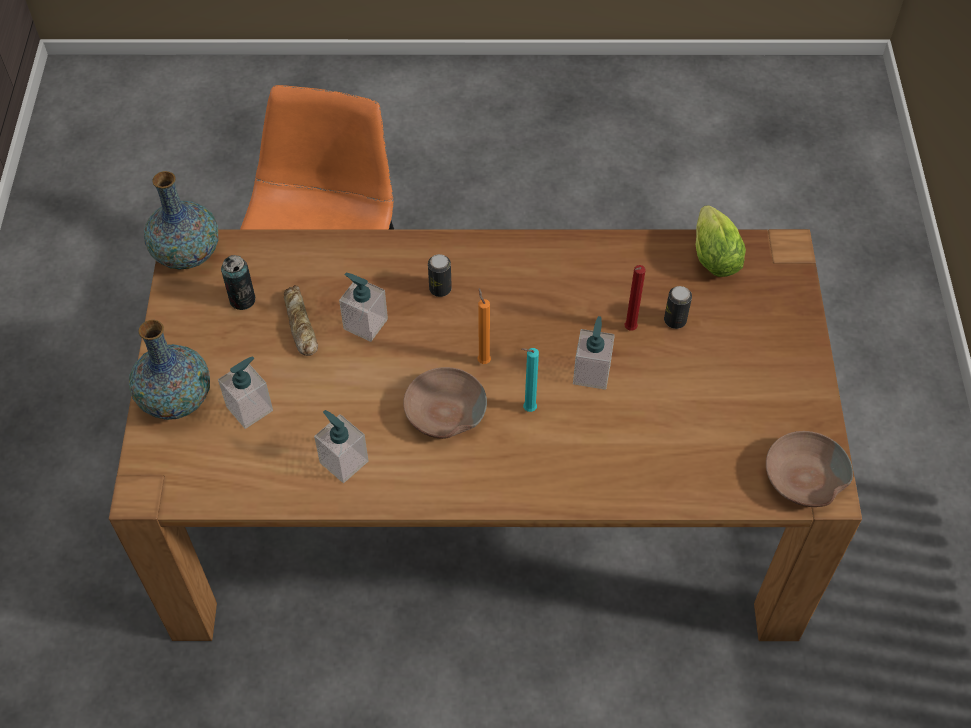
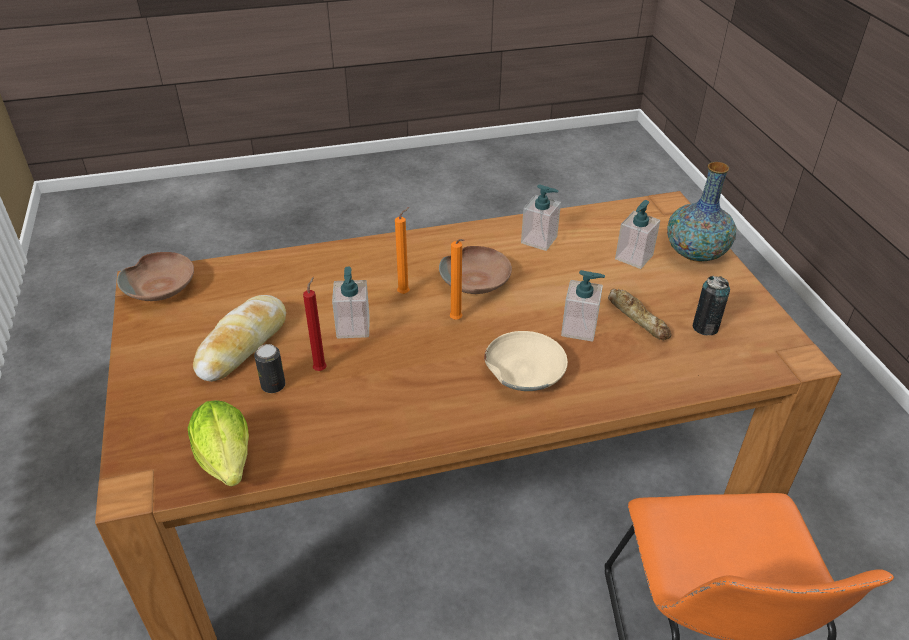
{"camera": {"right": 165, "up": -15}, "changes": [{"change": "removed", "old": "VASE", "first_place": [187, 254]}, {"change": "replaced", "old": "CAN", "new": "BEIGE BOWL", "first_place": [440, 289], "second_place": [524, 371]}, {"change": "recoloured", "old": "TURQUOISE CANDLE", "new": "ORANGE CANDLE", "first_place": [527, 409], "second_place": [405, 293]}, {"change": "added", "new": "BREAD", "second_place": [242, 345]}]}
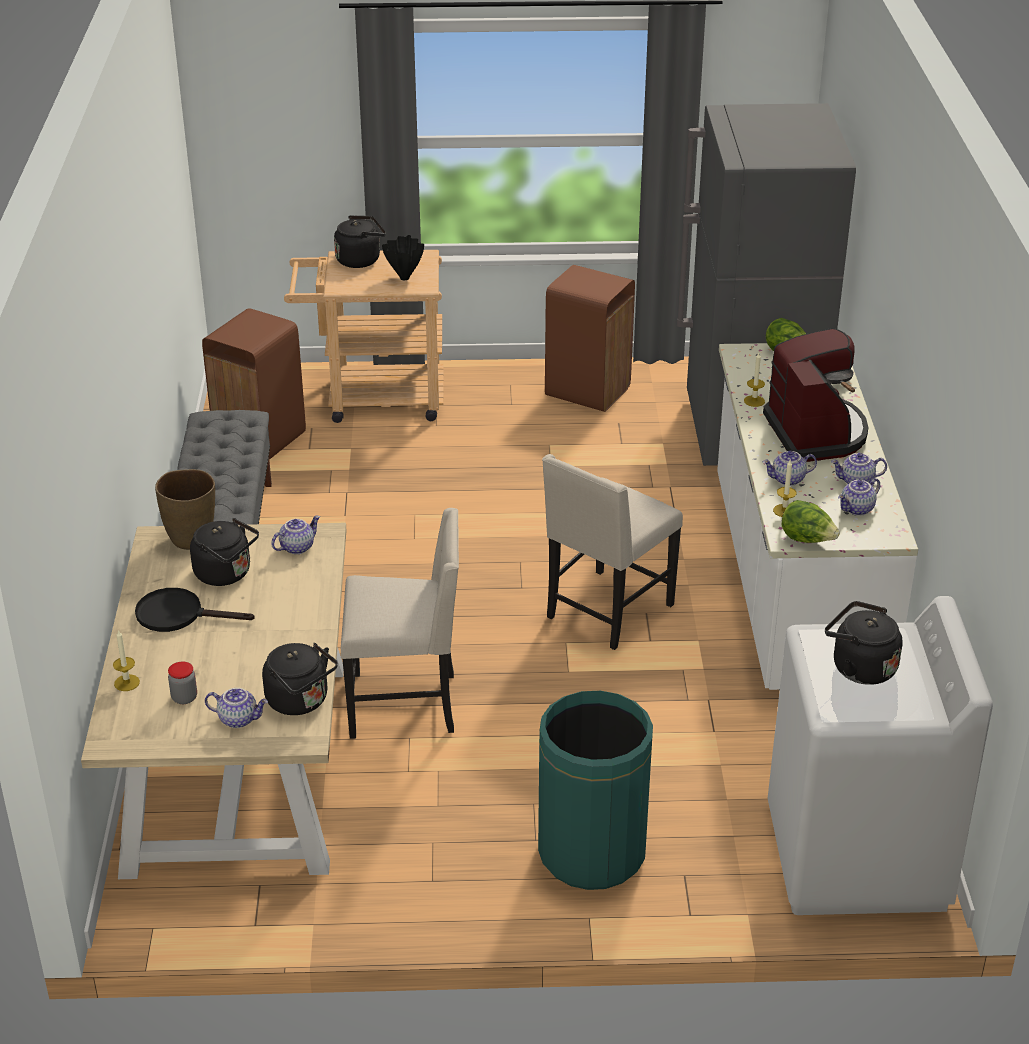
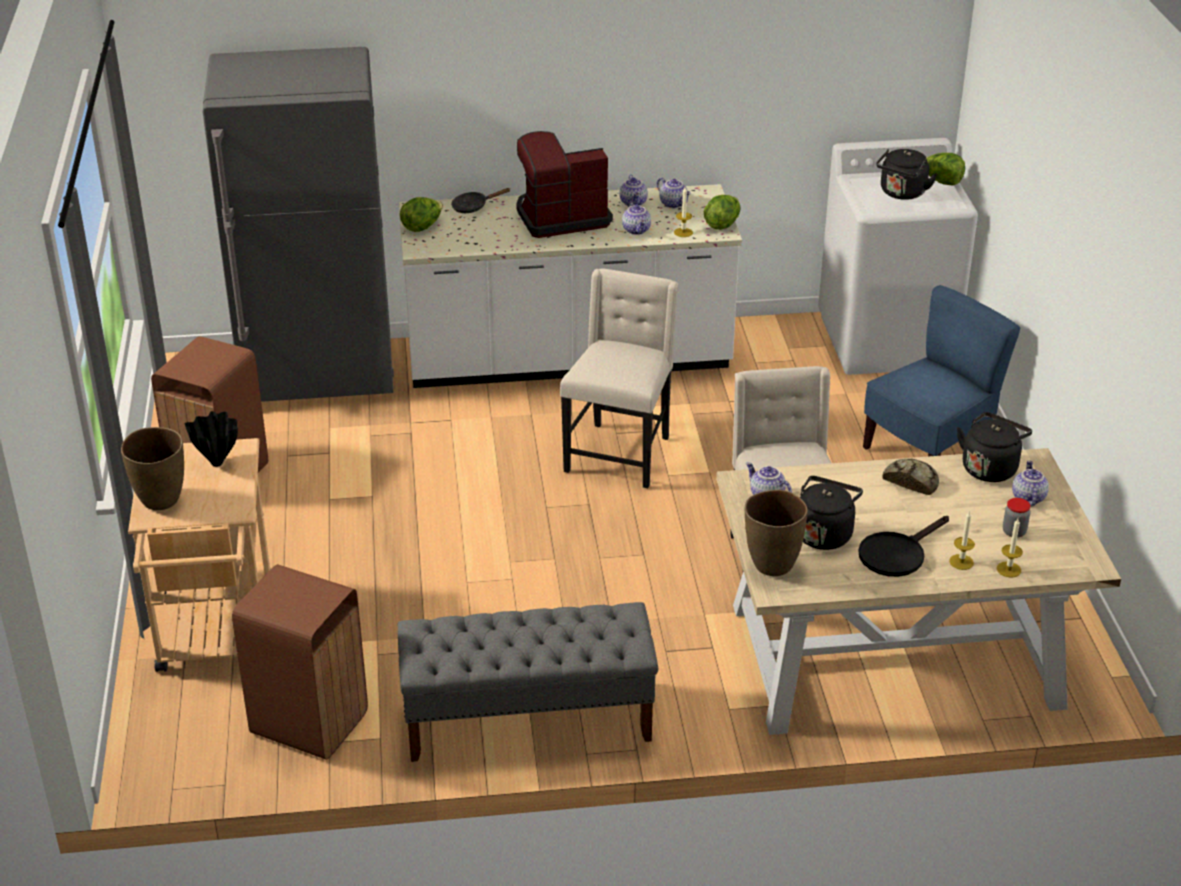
{"camera": {"right": -95, "up": 0}, "changes": [{"change": "turned", "old": "BLACK FRYING PAN", "first_place": [179, 614], "second_place": [897, 554], "degrees": 45}, {"change": "replaced", "old": "BLACK KETTLE", "new": "BROWN VASE", "first_place": [360, 260], "second_place": [161, 500]}, {"change": "replaced", "old": "GREEN TRASH CAN", "new": "BLUE CHAIR", "first_place": [591, 853], "second_place": [928, 453]}, {"change": "turned", "old": "BEIGE CHAIR", "first_place": [607, 612], "second_place": [619, 454], "degrees": -105}, {"change": "moved", "old": "CANDLE", "first_place": [754, 401], "second_place": [961, 562]}, {"change": "added", "new": "BREAD", "second_place": [911, 481]}, {"change": "added", "new": "LETTUCE", "second_place": [941, 182]}]}
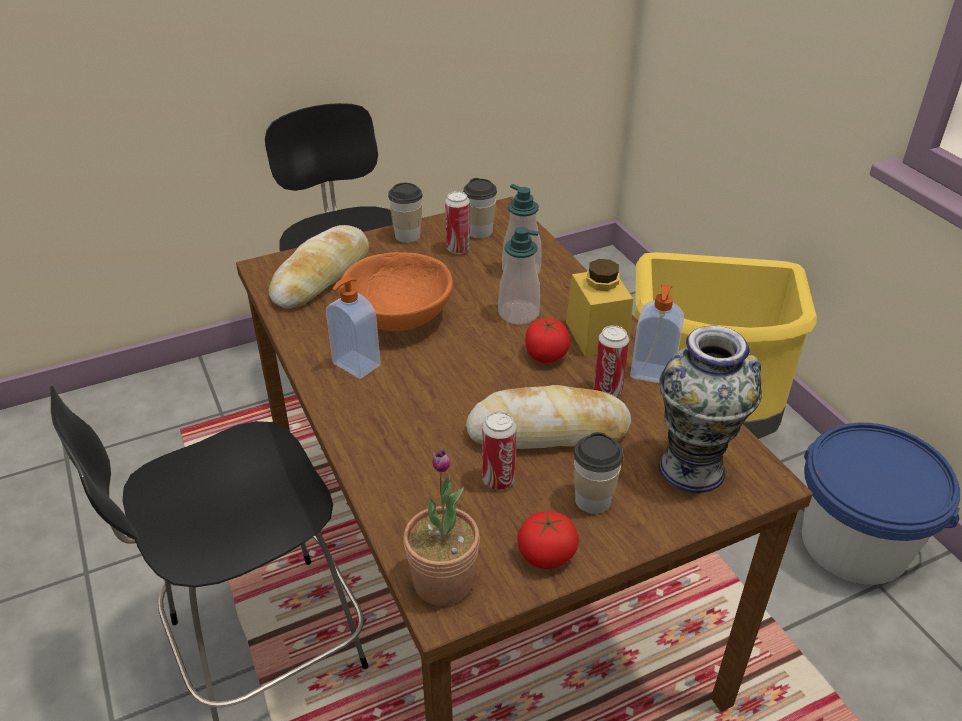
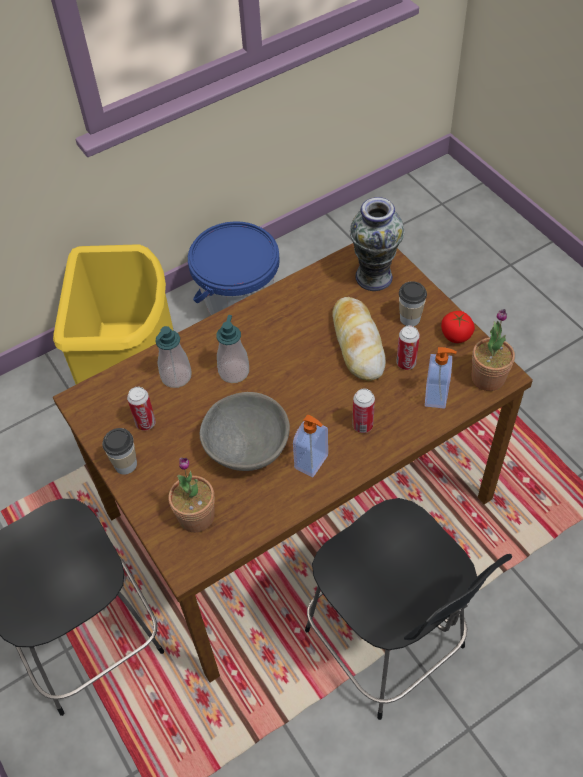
{"camera": {"right": -95, "up": 15}, "changes": [{"change": "replaced", "old": "BREAD", "new": "POTTED PLANT", "first_place": [321, 276], "second_place": [196, 516]}, {"change": "recoloured", "old": "ORANGE BOWL", "new": "GREY BOWL", "first_place": [399, 315], "second_place": [246, 447]}, {"change": "removed", "old": "CUP", "first_place": [480, 232]}, {"change": "removed", "old": "TOMATO", "first_place": [546, 355]}, {"change": "removed", "old": "YELLOW JAR", "first_place": [597, 335]}, {"change": "moved", "old": "CAN", "first_place": [607, 390], "second_place": [362, 425]}, {"change": "moved", "old": "SOAP DISPENSER", "first_place": [652, 374], "second_place": [436, 396]}]}
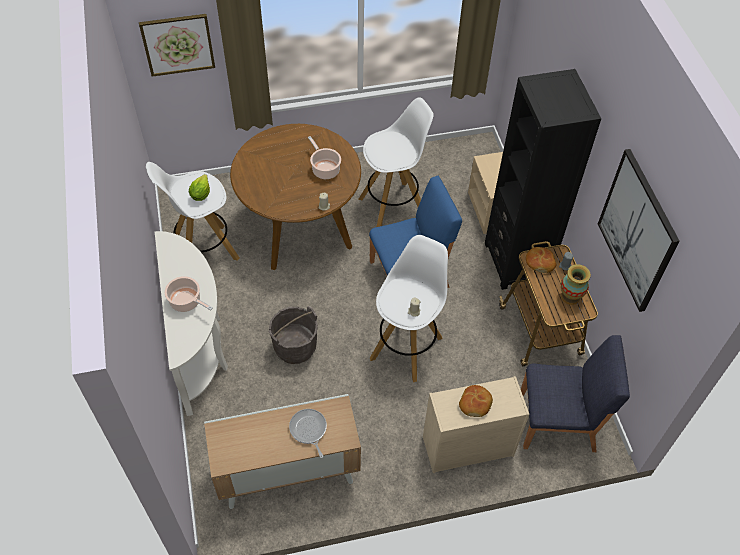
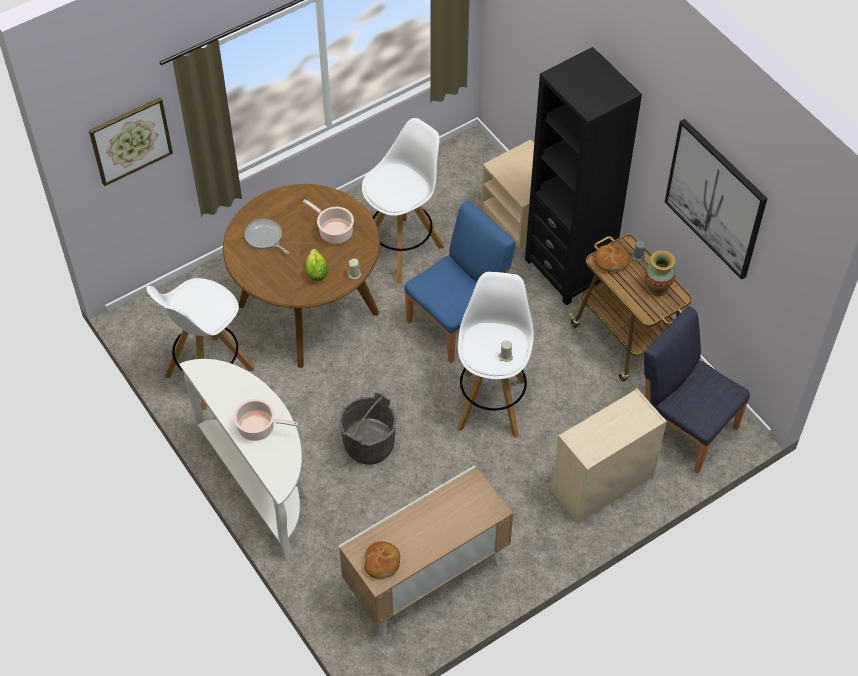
{"camera": {"right": -20, "up": 0}, "changes": [{"change": "moved", "old": "LETTUCE", "first_place": [200, 194], "second_place": [316, 273]}, {"change": "moved", "old": "FRYING PAN", "first_place": [308, 430], "second_place": [265, 238]}, {"change": "moved", "old": "BREAD", "first_place": [475, 404], "second_place": [382, 562]}, {"change": "turned", "old": "BLUE CHAIR", "first_place": [558, 422], "second_place": [684, 426], "degrees": -120}]}
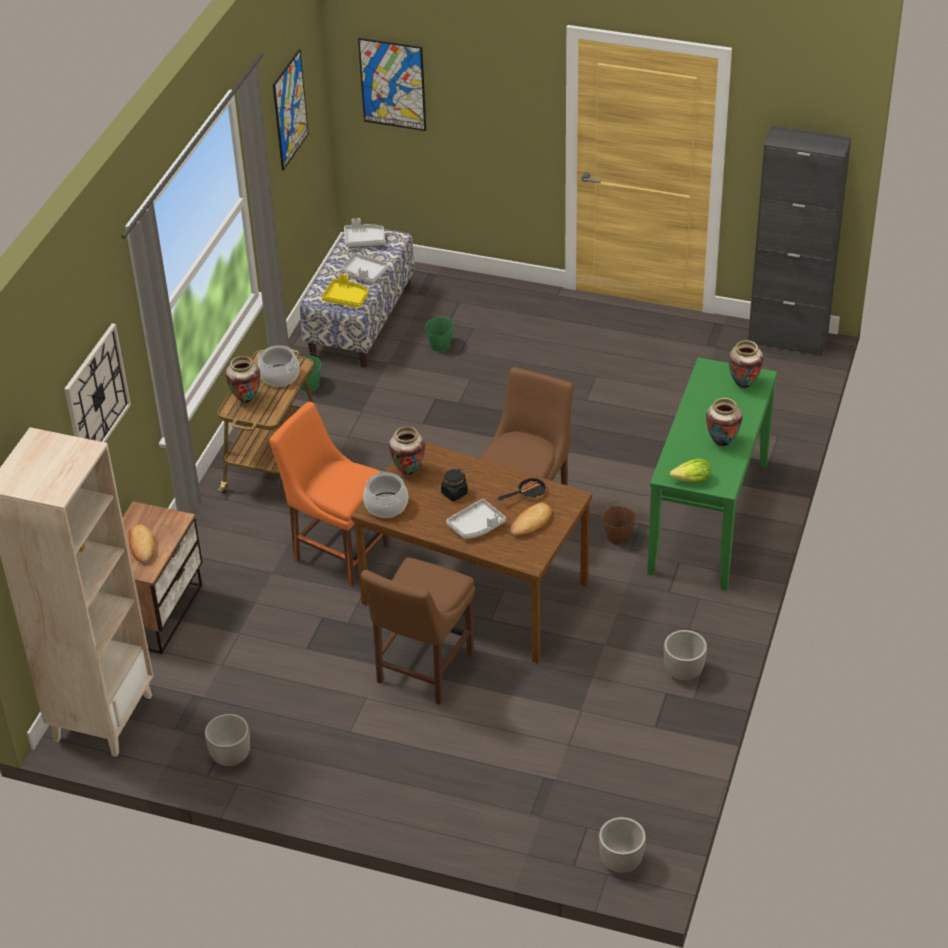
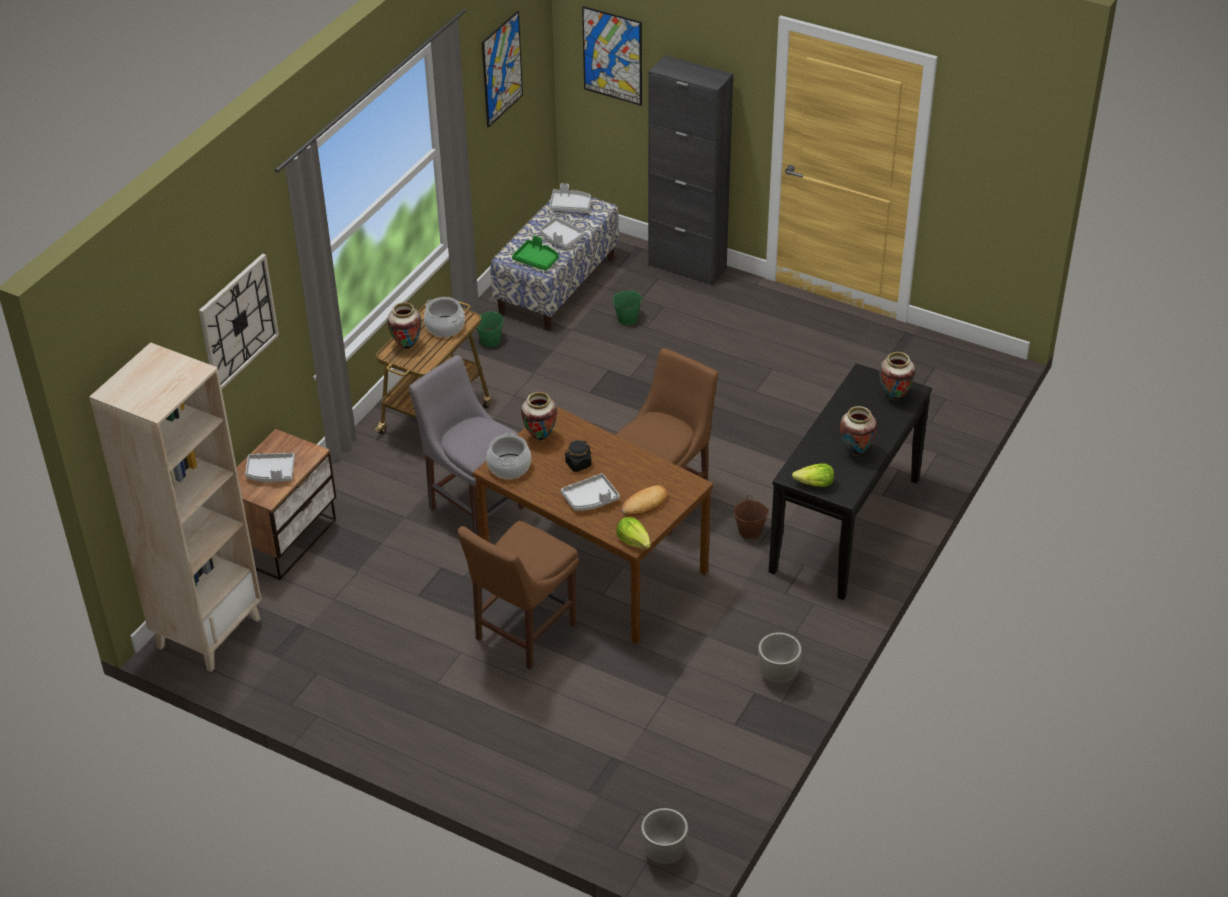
{"camera": {"right": 10, "up": 0}, "changes": [{"change": "replaced", "old": "BREAD", "new": "GREY TRAY", "first_place": [142, 546], "second_place": [271, 473]}, {"change": "removed", "old": "PLANTER", "first_place": [231, 756]}, {"change": "recoloured", "old": "ORANGE CHAIR", "new": "GREY CHAIR", "first_place": [338, 551], "second_place": [473, 505]}, {"change": "recoloured", "old": "YELLOW TRAY", "new": "GREEN TRAY", "first_place": [346, 298], "second_place": [536, 260]}, {"change": "removed", "old": "FRYING PAN", "first_place": [527, 494]}, {"change": "recoloured", "old": "GREEN CONSOLE TABLE", "new": "BLACK CONSOLE TABLE", "first_place": [709, 518], "second_place": [846, 525]}, {"change": "moved", "old": "BLACK CABINET", "first_place": [787, 339], "second_place": [687, 267]}, {"change": "added", "new": "LETTUCE", "second_place": [634, 541]}]}
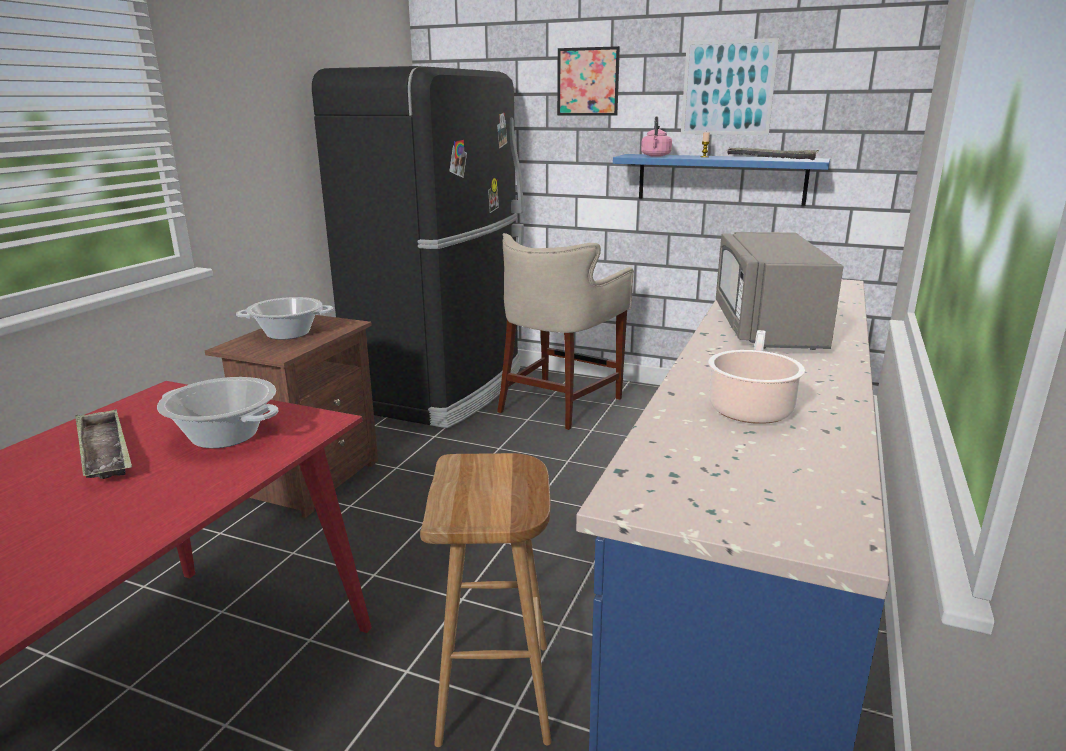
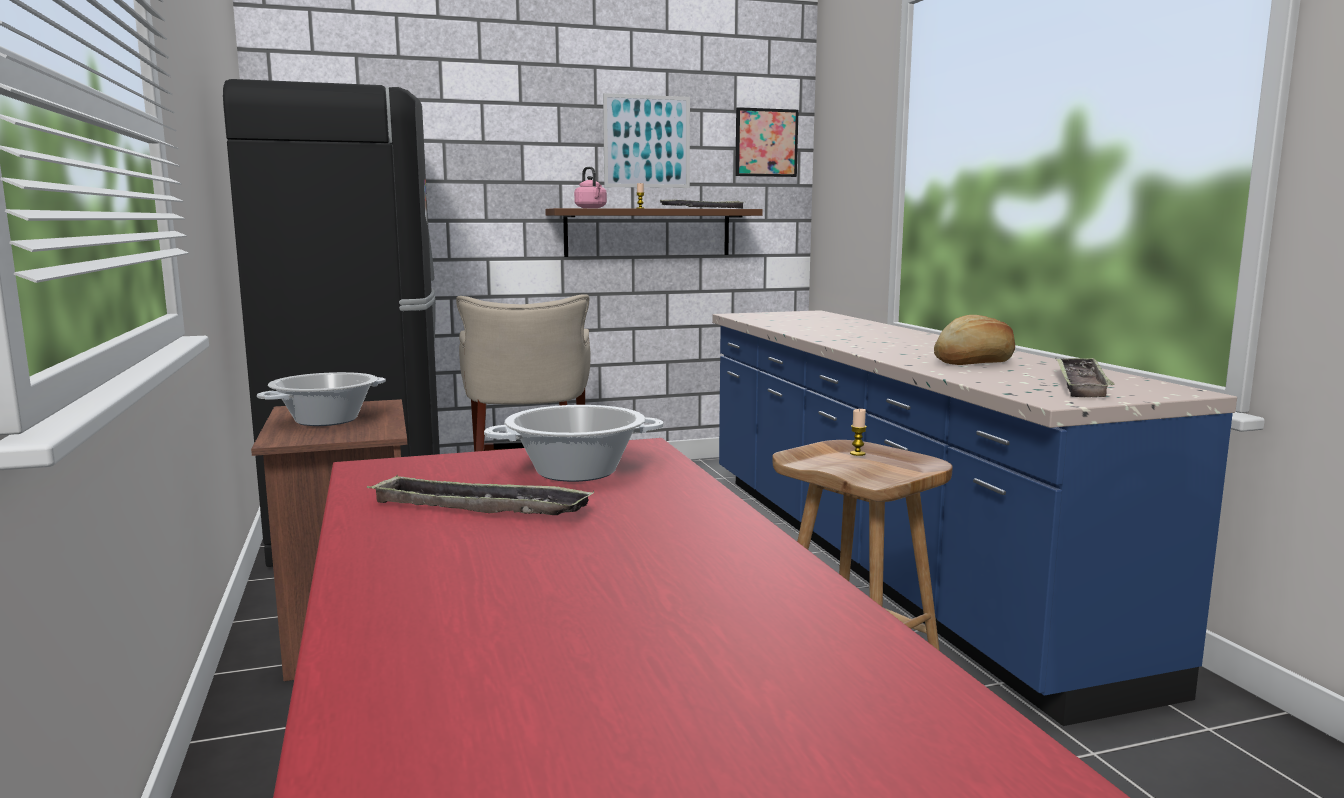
{"camera": {"right": -40, "up": -10}, "changes": [{"change": "moved", "old": "PICTURE", "first_place": [588, 82], "second_place": [766, 142]}, {"change": "recoloured", "old": "BLUE SHELF", "new": "BROWN SHELF", "first_place": [720, 179], "second_place": [648, 232]}, {"change": "replaced", "old": "COOKING POT", "new": "BREAD", "first_place": [751, 408], "second_place": [975, 362]}, {"change": "removed", "old": "GREY MICROWAVE", "first_place": [766, 328]}, {"change": "added", "new": "CANDLE", "second_place": [857, 453]}, {"change": "added", "new": "TRAY", "second_place": [1080, 384]}]}
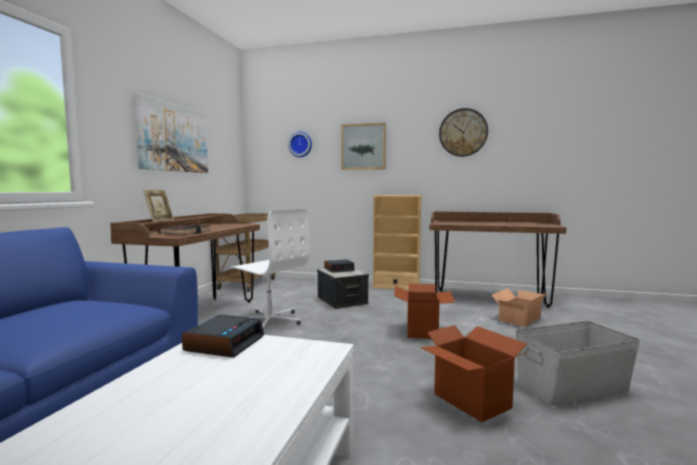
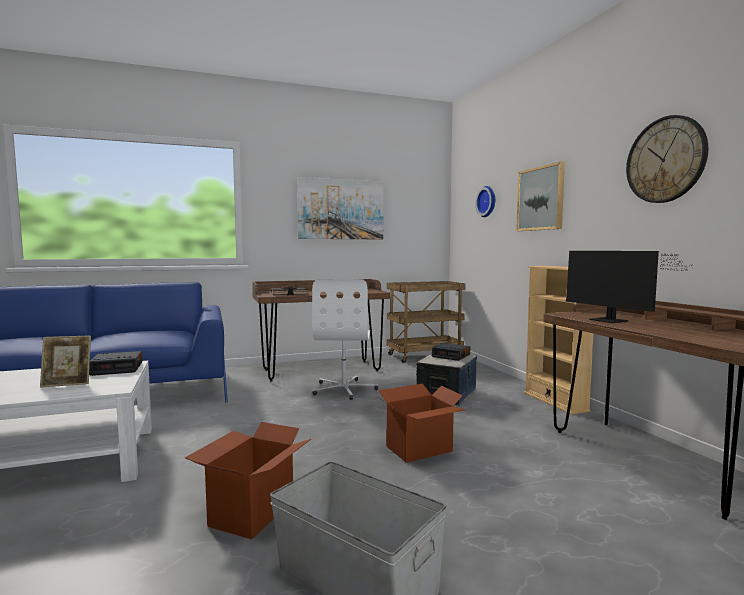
{"camera": {"right": 55, "up": 0}, "changes": [{"change": "moved", "old": "PICTURE FRAME", "first_place": [159, 220], "second_place": [67, 383]}, {"change": "removed", "old": "CARDBOARD BOX", "first_place": [517, 319]}, {"change": "added", "new": "MONITOR", "second_place": [612, 321]}]}
